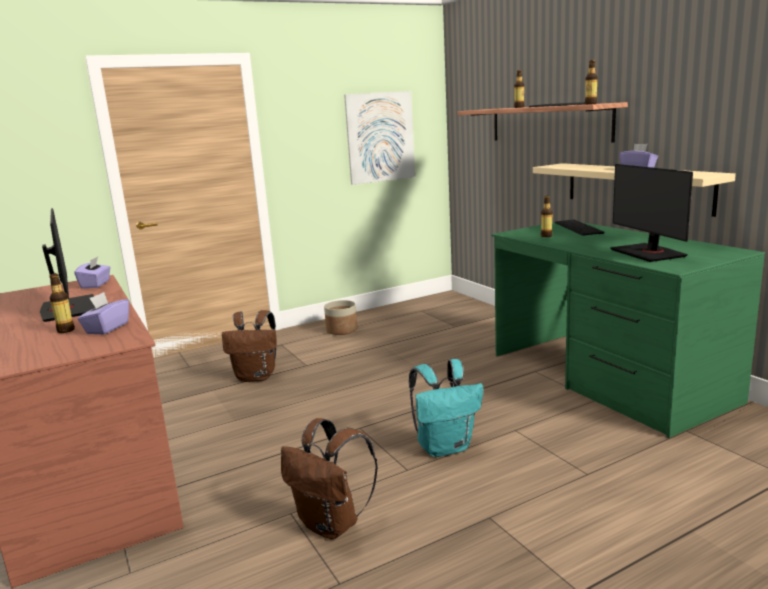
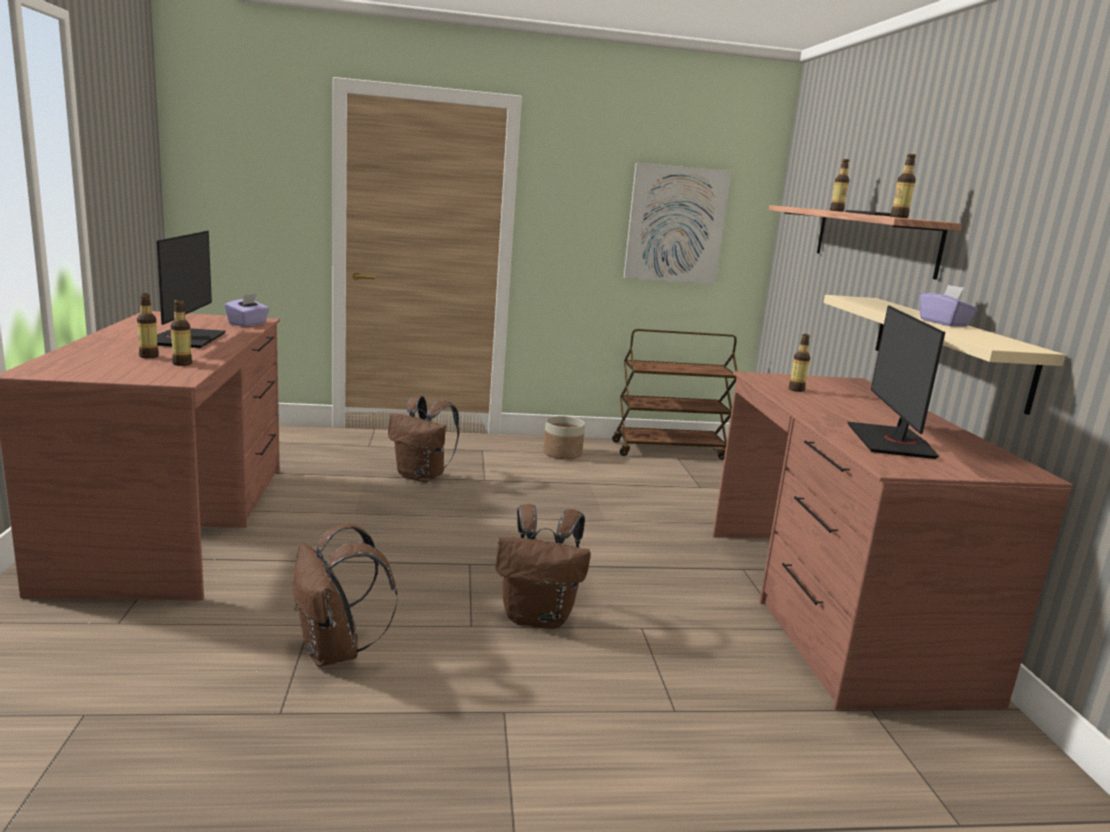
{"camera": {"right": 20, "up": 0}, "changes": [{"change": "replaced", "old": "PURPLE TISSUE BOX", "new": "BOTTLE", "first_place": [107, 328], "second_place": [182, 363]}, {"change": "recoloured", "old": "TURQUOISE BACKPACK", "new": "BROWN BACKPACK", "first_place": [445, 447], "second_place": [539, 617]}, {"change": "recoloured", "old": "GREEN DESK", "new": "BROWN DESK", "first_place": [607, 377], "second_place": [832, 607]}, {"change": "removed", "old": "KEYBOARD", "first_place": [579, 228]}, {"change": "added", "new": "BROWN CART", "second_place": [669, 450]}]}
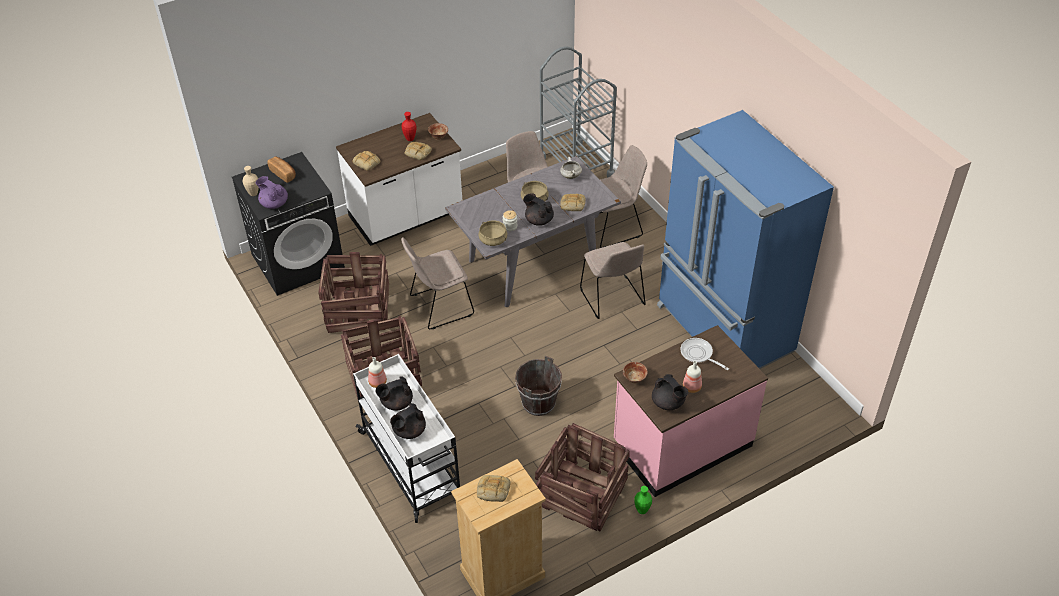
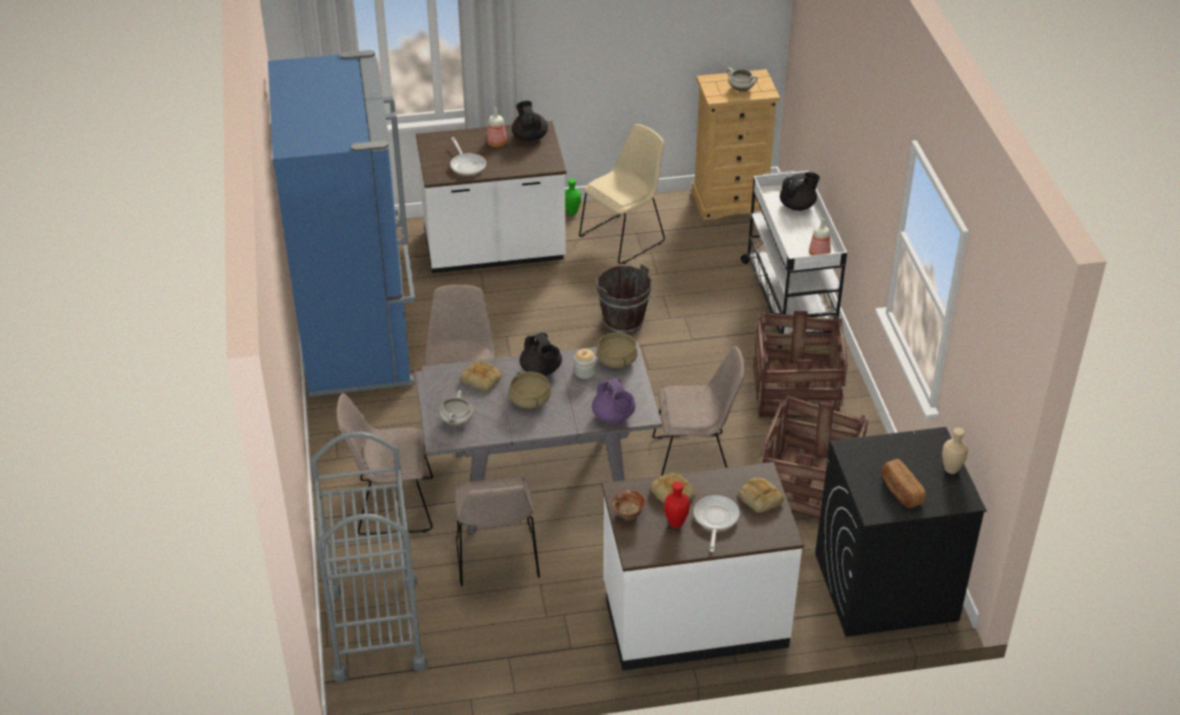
{"camera": {"right": -160, "up": -5}, "changes": [{"change": "moved", "old": "PURPLE TEAPOT", "first_place": [274, 203], "second_place": [614, 416]}, {"change": "removed", "old": "BLACK TEAPOT", "first_place": [396, 403]}, {"change": "replaced", "old": "BREAD", "new": "WHITE COOKING POT", "first_place": [492, 490], "second_place": [741, 89]}, {"change": "replaced", "old": "CRATE", "new": "BEIGE CHAIR", "first_place": [580, 494], "second_place": [624, 238]}, {"change": "recoloured", "old": "PINK COUNTER", "new": "WHITE COUNTER", "first_place": [681, 444], "second_place": [494, 250]}, {"change": "removed", "old": "BOWL", "first_place": [634, 379]}, {"change": "added", "new": "FRYING PAN", "second_place": [715, 520]}]}
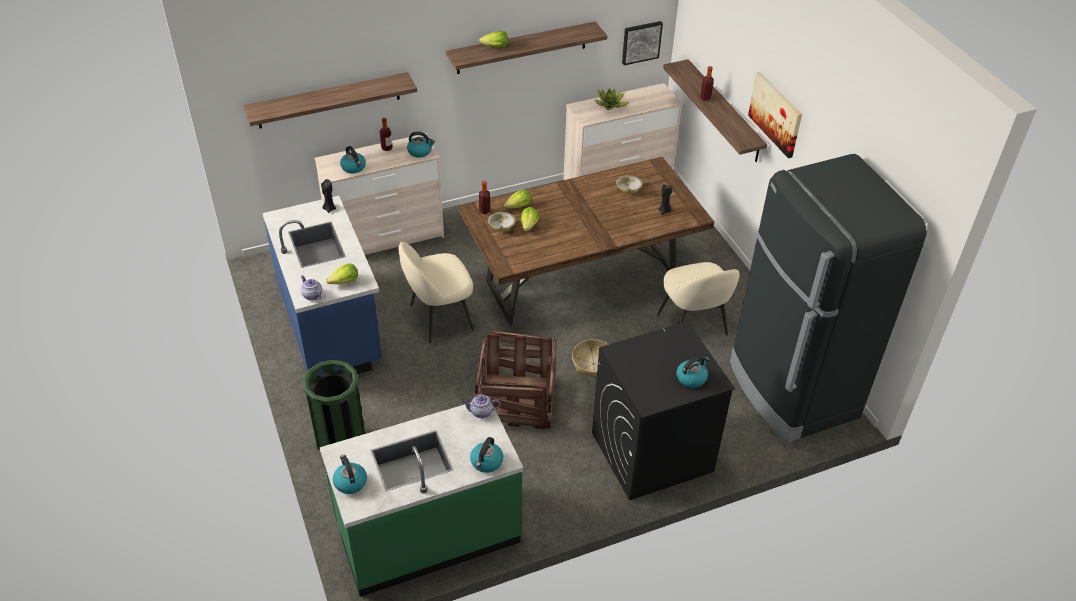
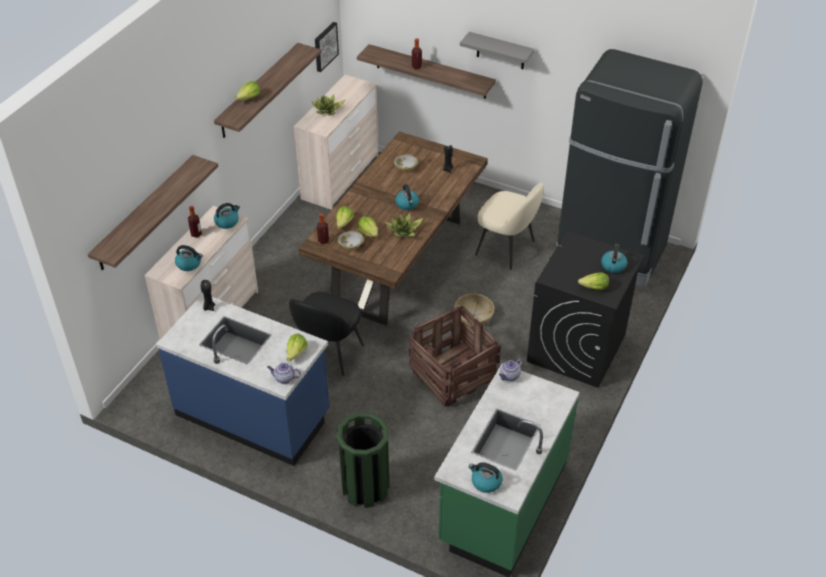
{"camera": {"right": -40, "up": 0}, "changes": [{"change": "recoloured", "old": "BEIGE CHAIR", "new": "BLACK CHAIR", "first_place": [439, 318], "second_place": [328, 353]}, {"change": "moved", "old": "KETTLE", "first_place": [486, 462], "second_place": [407, 204]}, {"change": "replaced", "old": "PICTURE", "new": "GREY SHELF", "first_place": [776, 114], "second_place": [500, 51]}, {"change": "added", "new": "POTTED PLANT", "second_place": [404, 231]}, {"change": "added", "new": "LETTUCE", "second_place": [594, 288]}]}
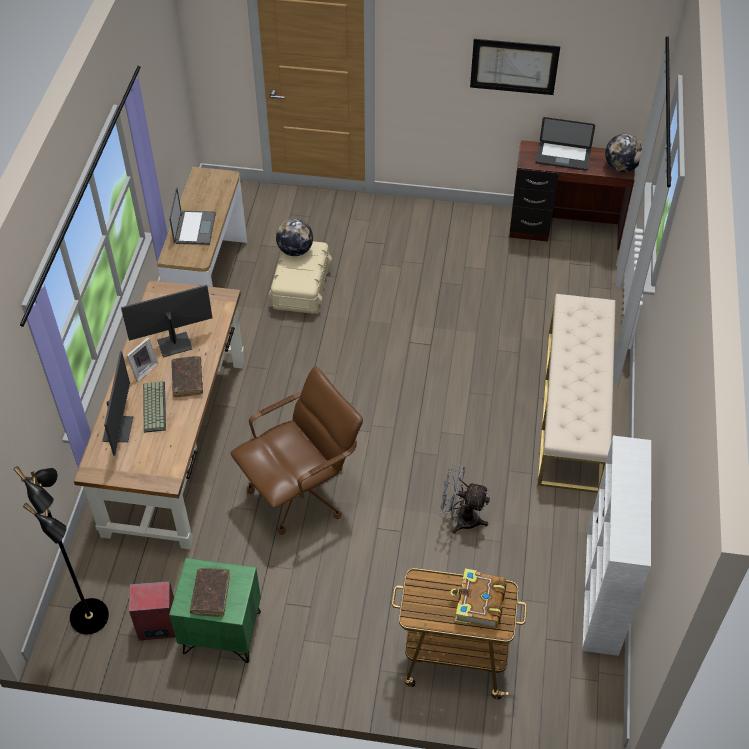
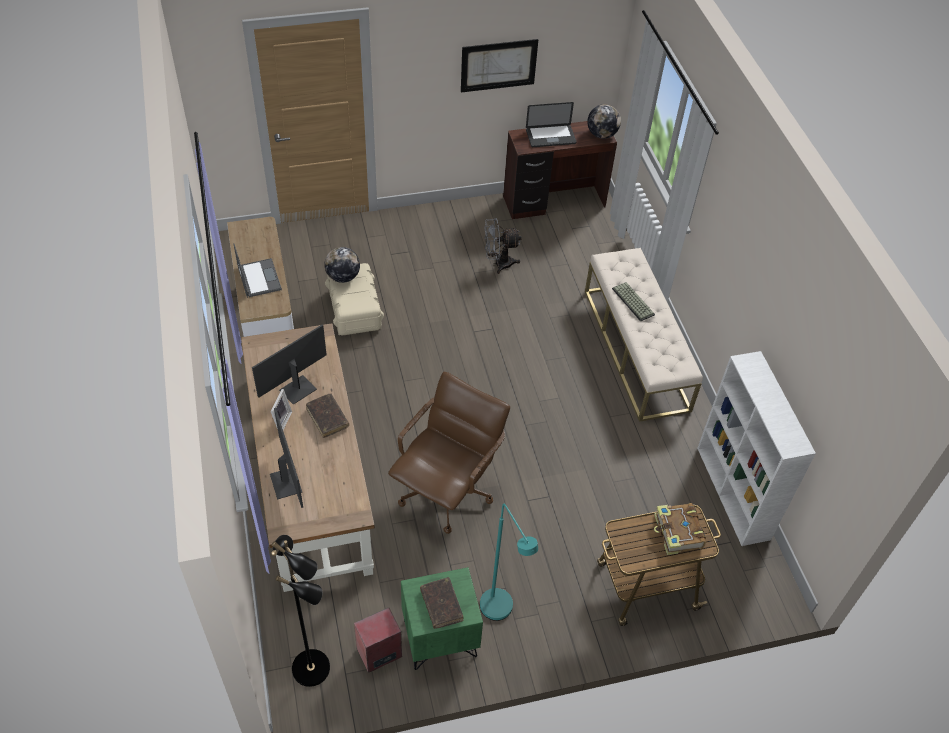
{"camera": {"right": -25, "up": 0}, "changes": [{"change": "moved", "old": "KEYBOARD", "first_place": [153, 406], "second_place": [632, 301]}, {"change": "moved", "old": "GREY FAN", "first_place": [460, 518], "second_place": [498, 263]}, {"change": "added", "new": "TURQUOISE FLOOR LAMP", "second_place": [500, 613]}]}
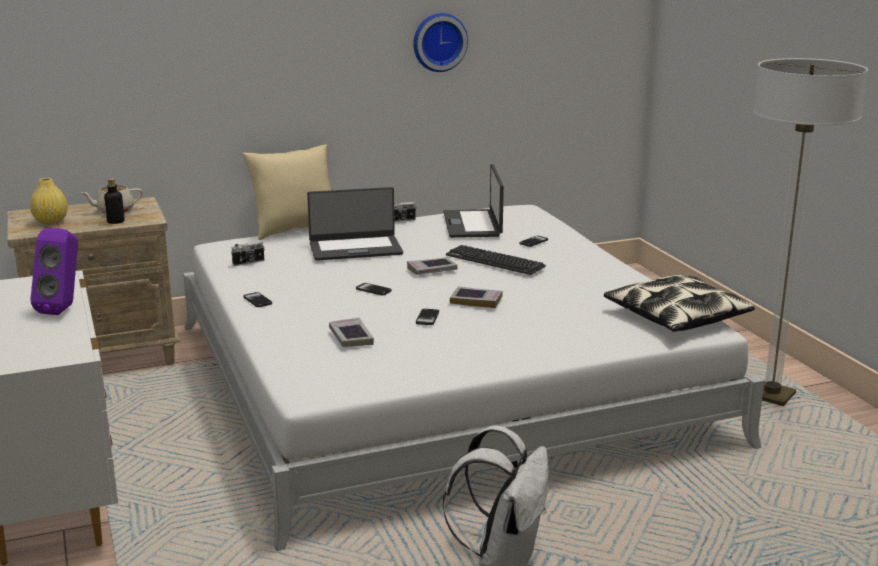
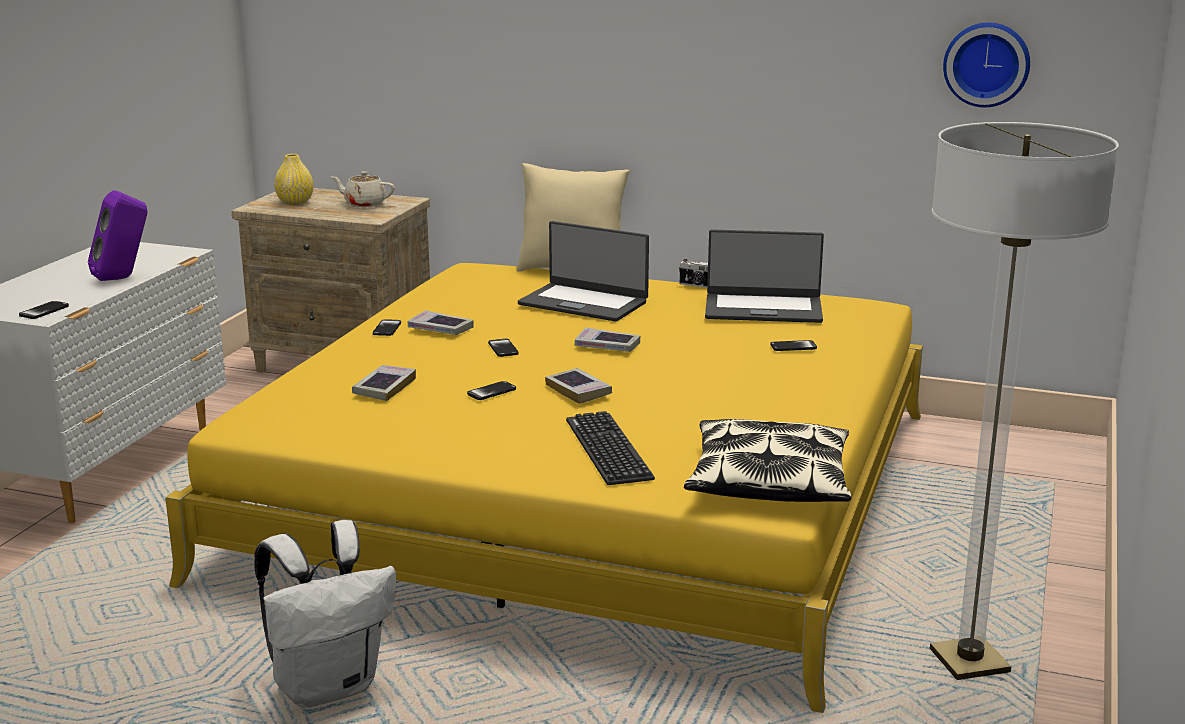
{"camera": {"right": 40, "up": 0}, "changes": [{"change": "removed", "old": "BOTTLE", "first_place": [115, 221]}, {"change": "recoloured", "old": "WHITE BED", "new": "YELLOW BED", "first_place": [438, 381], "second_place": [591, 492]}, {"change": "removed", "old": "PHOTO CAMERA", "first_place": [249, 262]}, {"change": "moved", "old": "WALL CLOCK", "first_place": [438, 42], "second_place": [986, 64]}, {"change": "turned", "old": "LAPTOP", "first_place": [473, 224], "second_place": [763, 309], "degrees": -120}, {"change": "moved", "old": "KEYBOARD", "first_place": [494, 261], "second_place": [608, 449]}, {"change": "added", "new": "PHONE", "second_place": [44, 311]}, {"change": "added", "new": "BOOK", "second_place": [440, 329]}]}
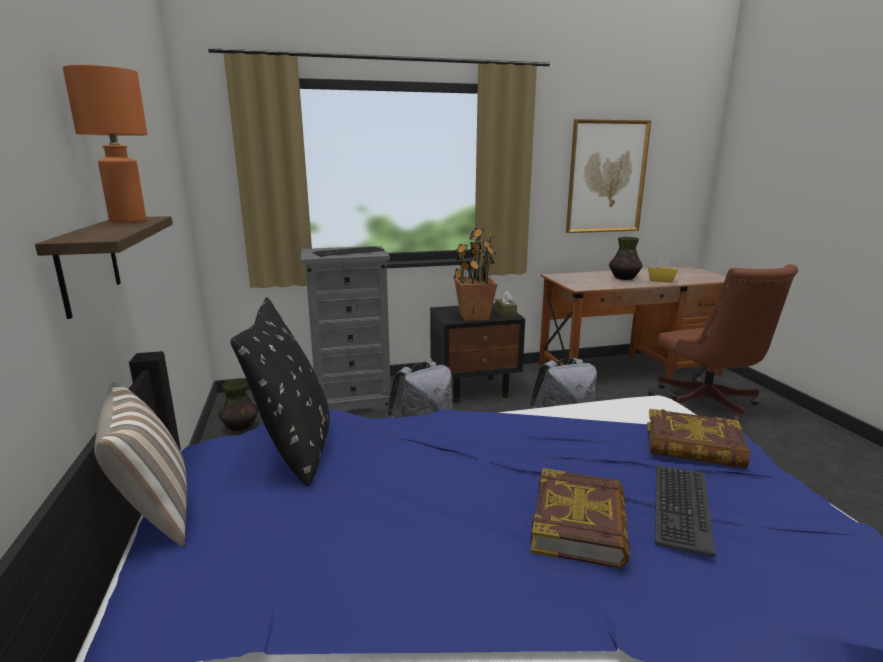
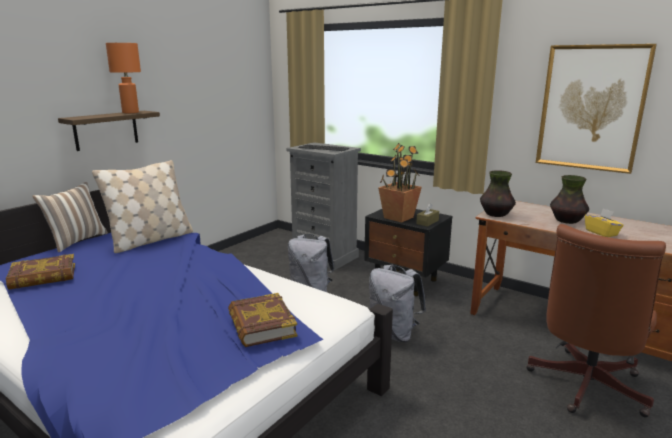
{"camera": {"right": 50, "up": 0}, "changes": [{"change": "moved", "old": "VASE", "first_place": [240, 427], "second_place": [495, 214]}, {"change": "recoloured", "old": "BLACK PILLOW", "new": "BEIGE PILLOW", "first_place": [296, 446], "second_place": [150, 240]}, {"change": "moved", "old": "BOOK", "first_place": [580, 524], "second_place": [43, 277]}, {"change": "removed", "old": "KEYBOARD", "first_place": [680, 507]}]}
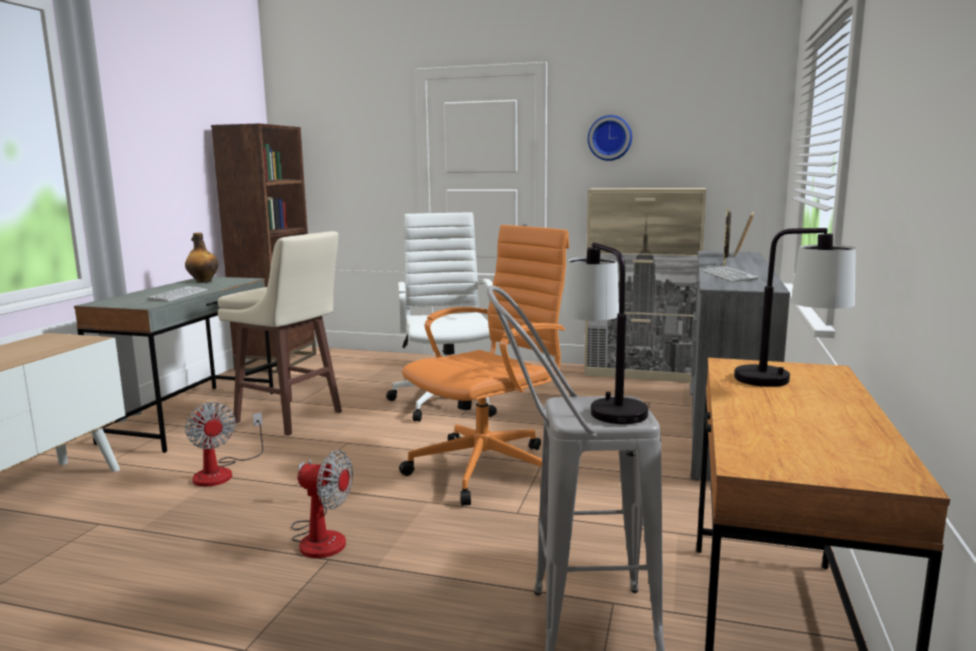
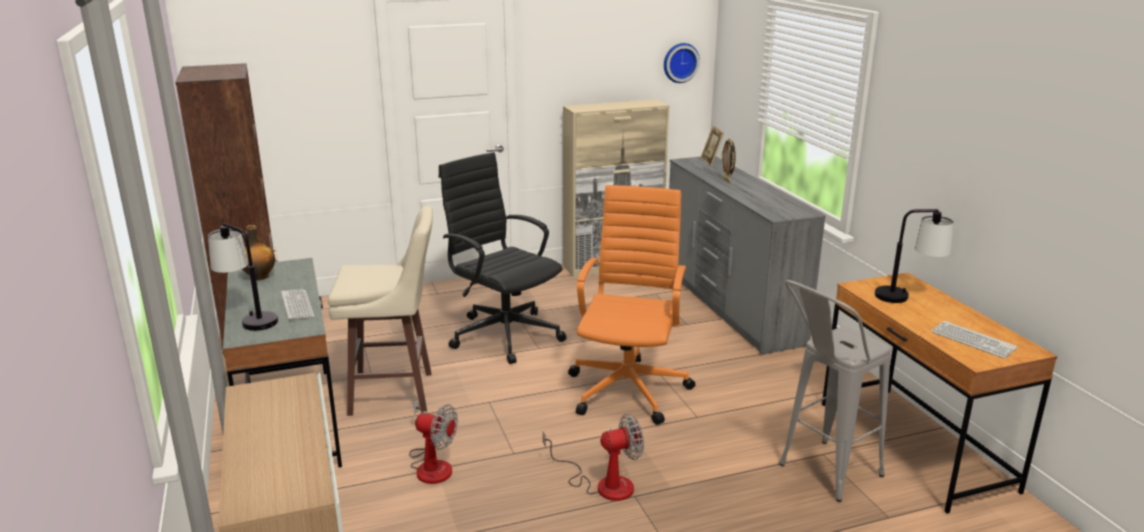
{"camera": {"right": -35, "up": 10}, "changes": [{"change": "recoloured", "old": "WHITE OFFICE CHAIR", "new": "BLACK OFFICE CHAIR", "first_place": [448, 400], "second_place": [504, 334]}, {"change": "moved", "old": "TABLE LAMP", "first_place": [602, 406], "second_place": [248, 319]}, {"change": "moved", "old": "WALL CLOCK", "first_place": [610, 138], "second_place": [680, 62]}, {"change": "moved", "old": "KEYBOARD", "first_place": [729, 276], "second_place": [973, 341]}]}
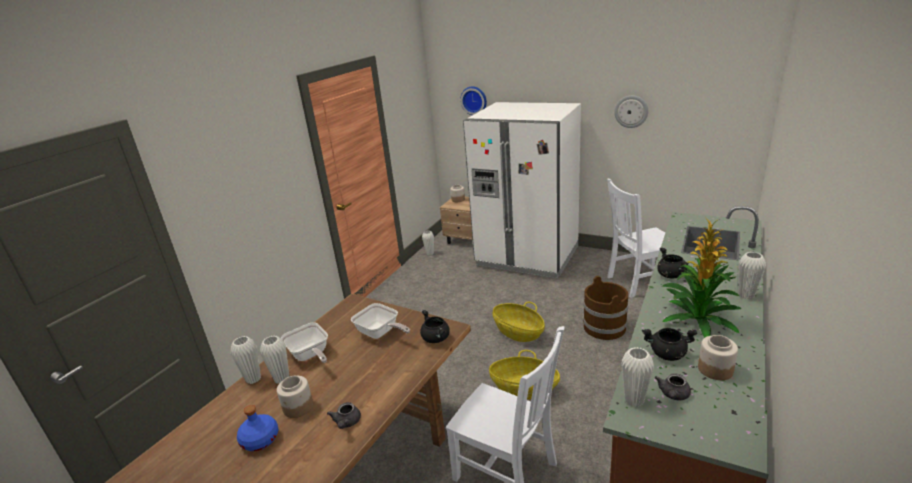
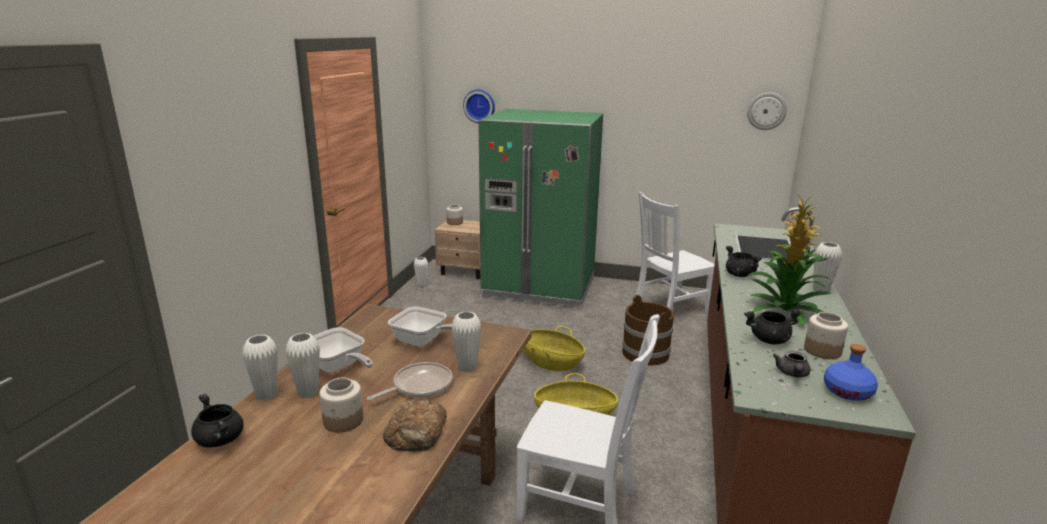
{"camera": {"right": -15, "up": -5}, "changes": [{"change": "moved", "old": "BLUE BOTTLE", "first_place": [260, 439], "second_place": [847, 391]}, {"change": "replaced", "old": "GREY TEAPOT", "new": "BREAD", "first_place": [346, 423], "second_place": [416, 432]}, {"change": "moved", "old": "BLACK COOKING POT", "first_place": [436, 338], "second_place": [221, 440]}, {"change": "recoloured", "old": "WHITE FRIDGE", "new": "GREEN FRIDGE", "first_place": [527, 256], "second_place": [539, 287]}, {"change": "moved", "old": "WALL CLOCK", "first_place": [631, 111], "second_place": [766, 111]}, {"change": "moved", "old": "WHITE VASE", "first_place": [634, 400], "second_place": [467, 367]}, {"change": "added", "new": "FRYING PAN", "second_place": [419, 386]}]}
